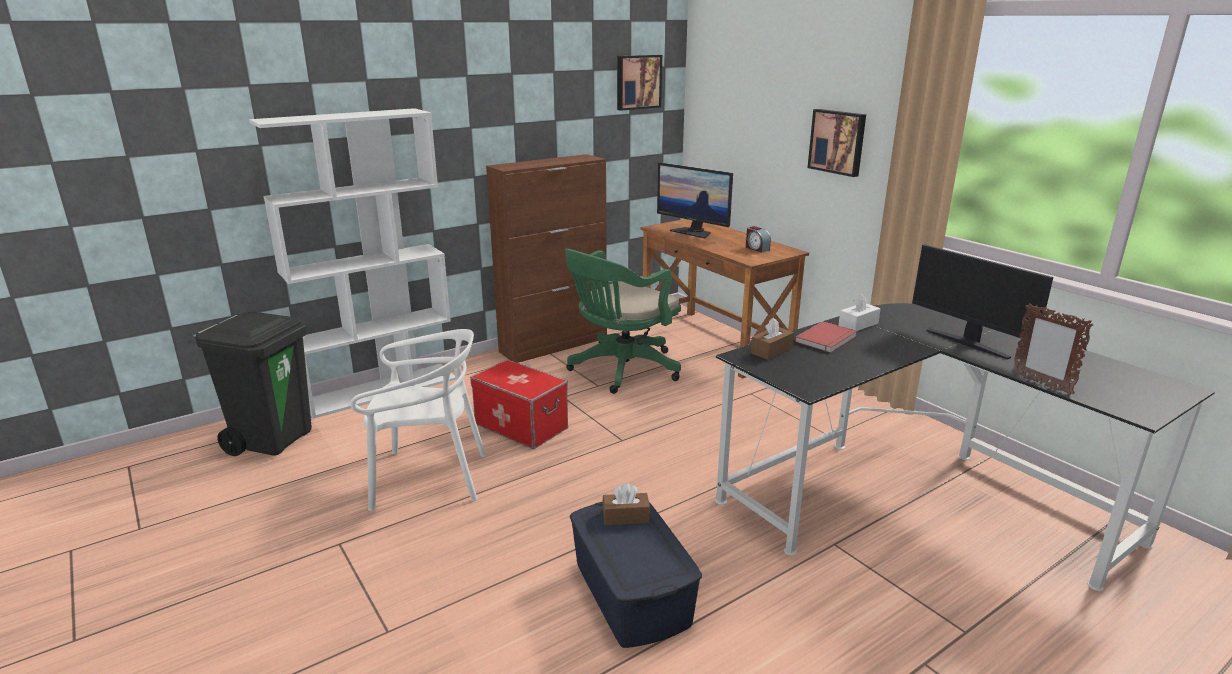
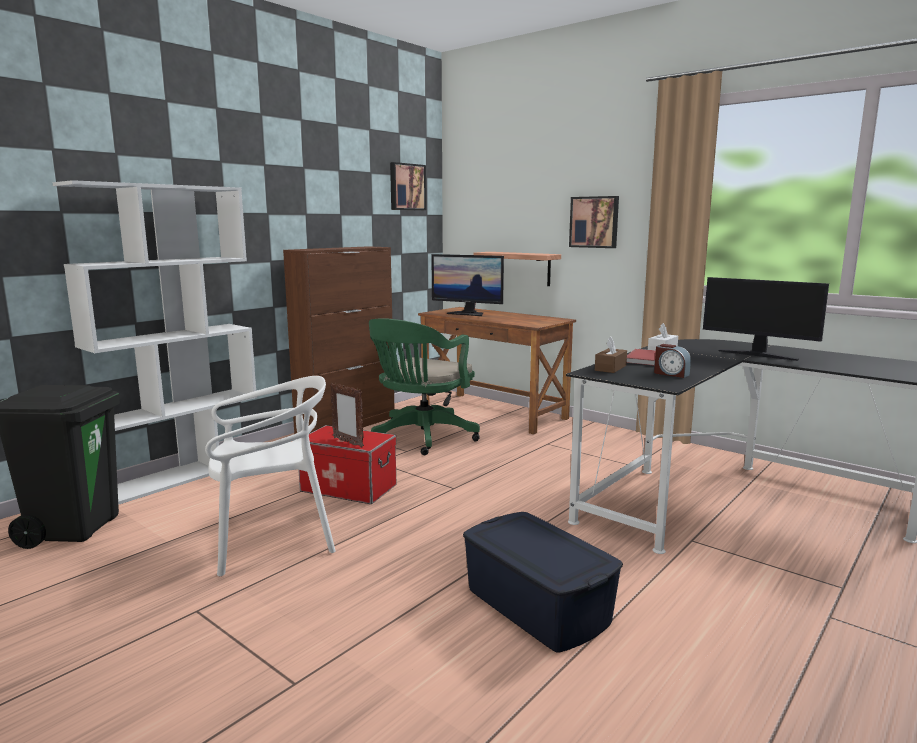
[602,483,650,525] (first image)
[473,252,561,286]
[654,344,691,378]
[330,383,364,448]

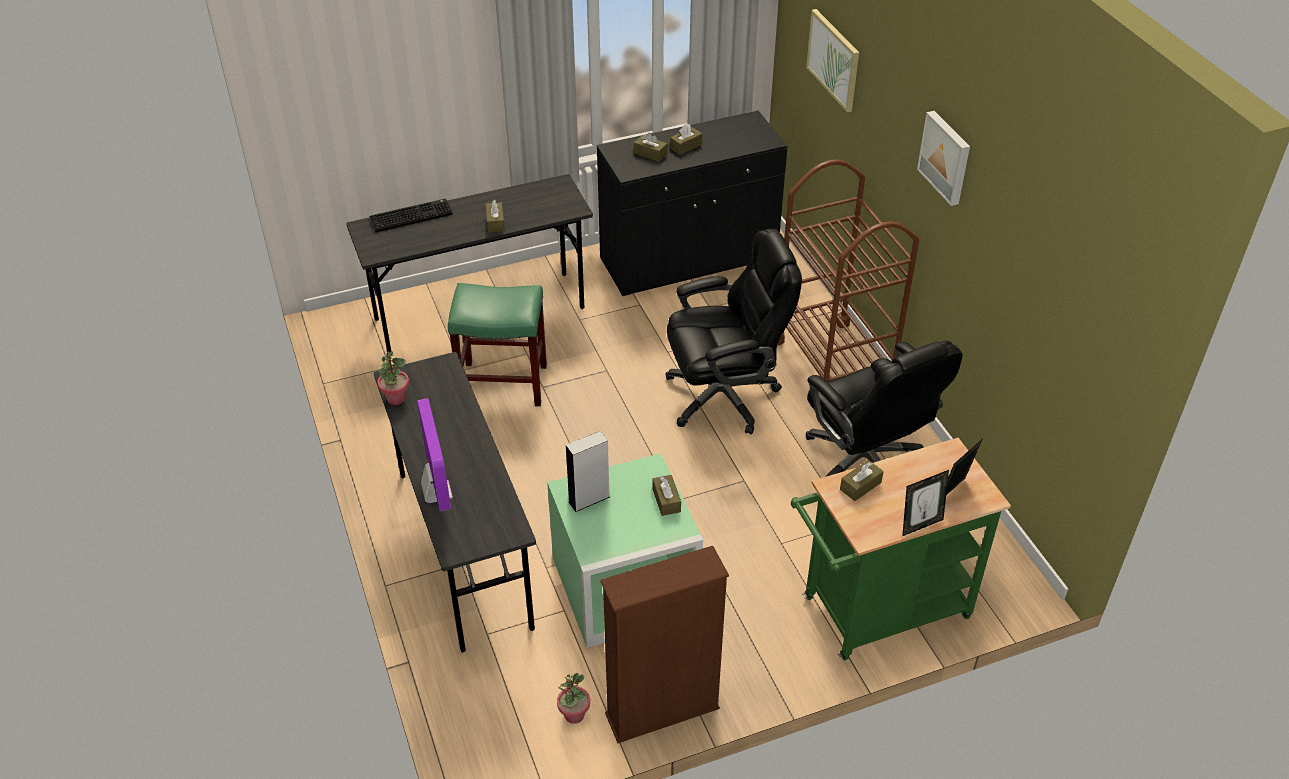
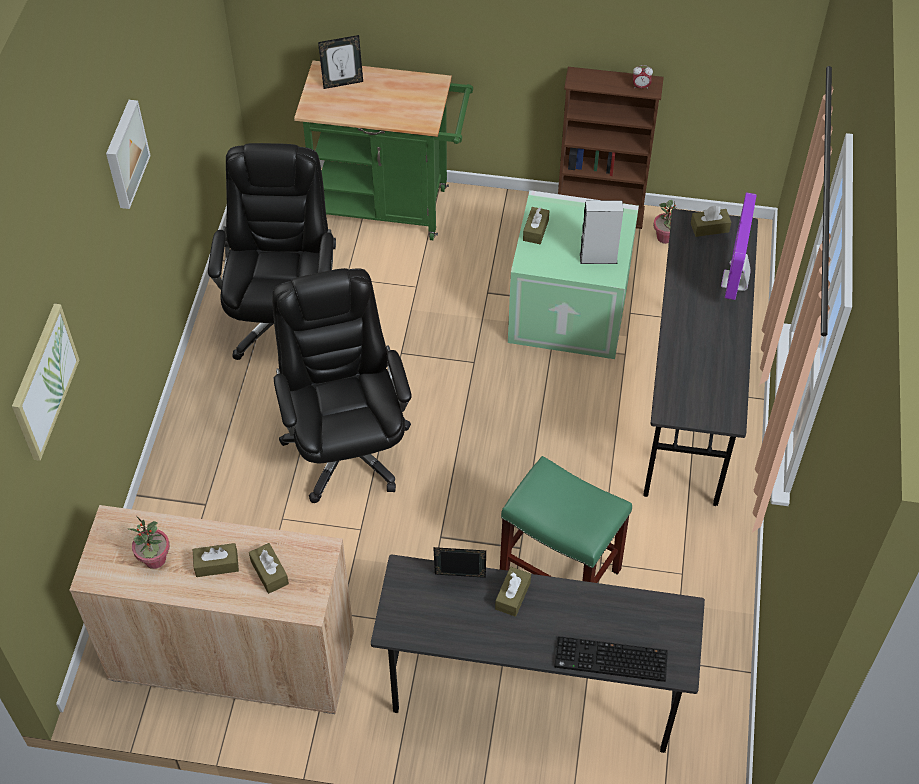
[777,159,919,382] (first image)
[633,65,653,89]
[129,516,170,569]
[691,206,731,237]
[433,547,486,578]
[69,505,354,714]
[272,268,412,503]

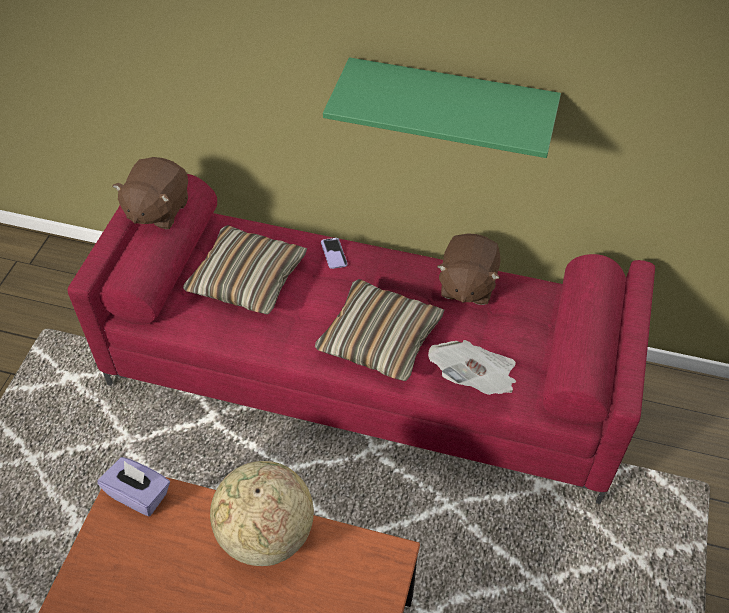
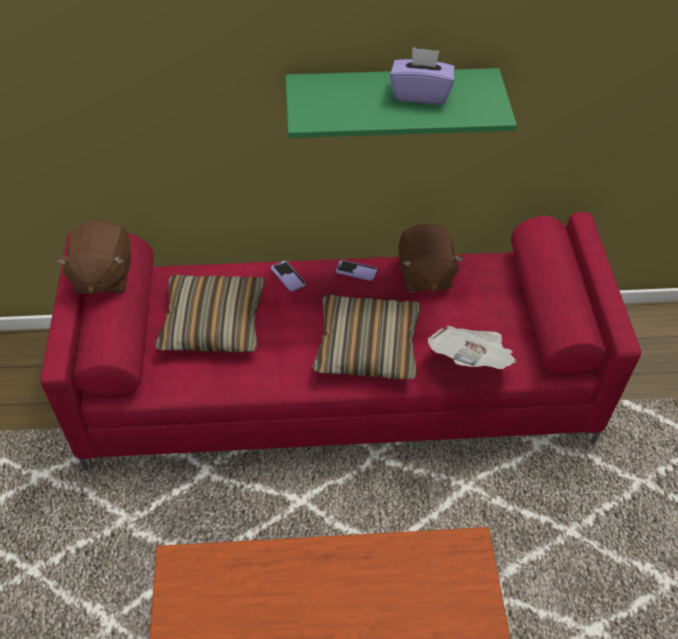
[210,461,314,566] (first image)
[336,260,377,281]
[390,47,455,105]

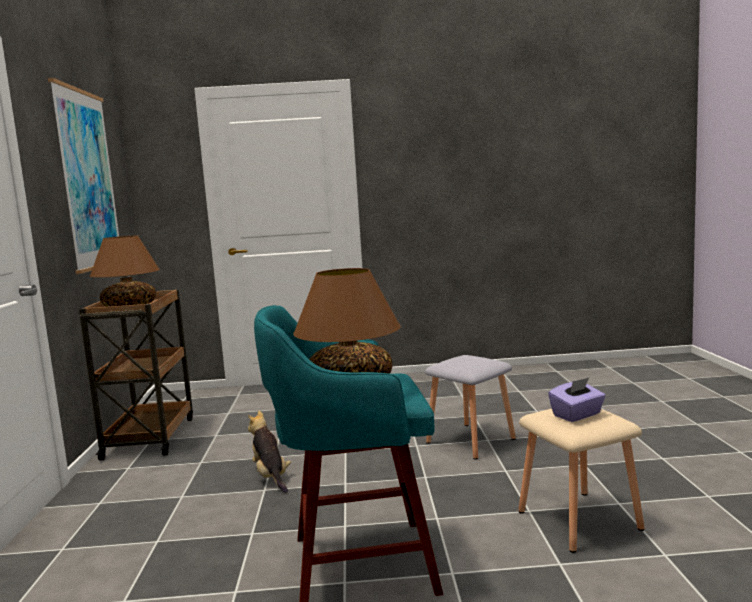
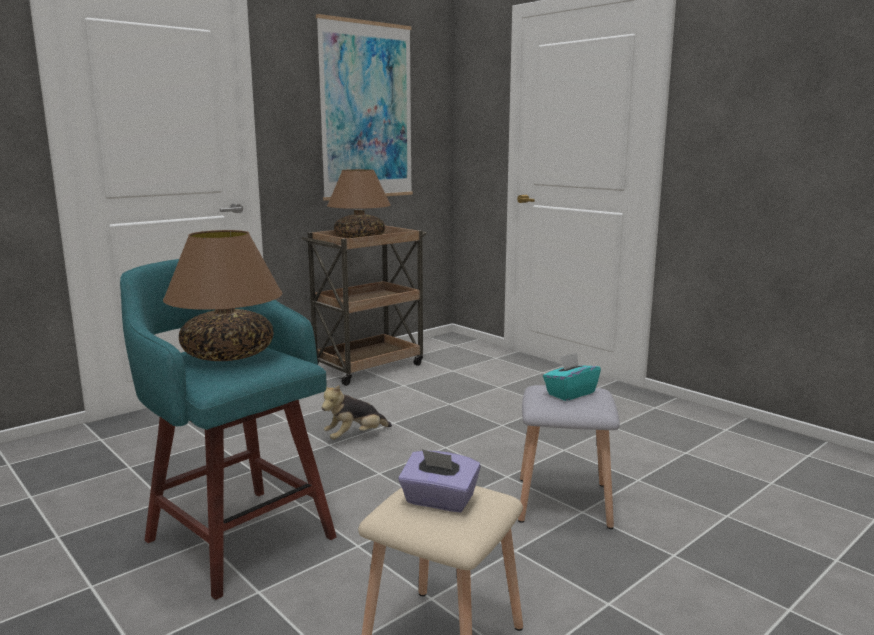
[543,353,601,401]
[322,385,392,440]

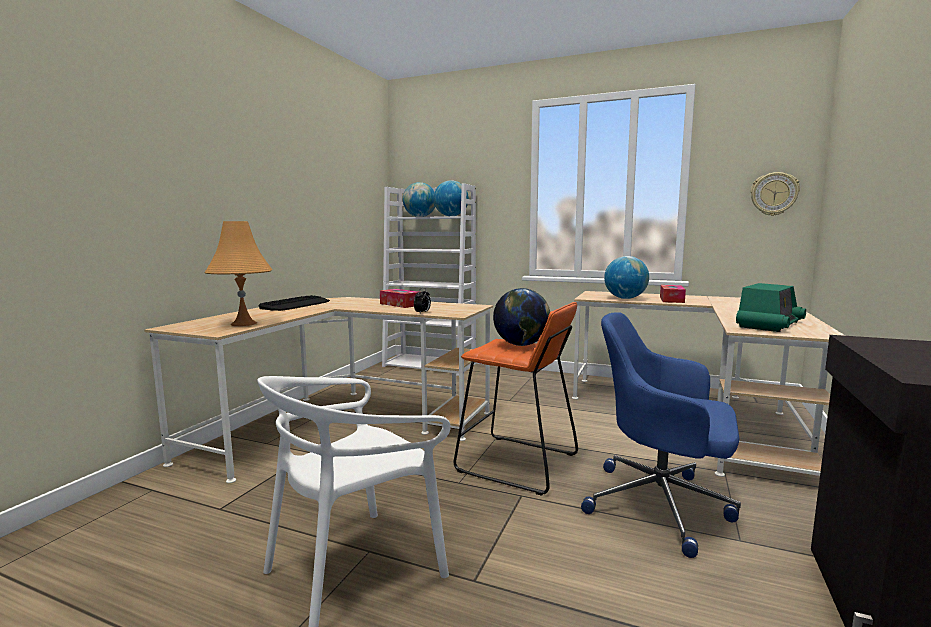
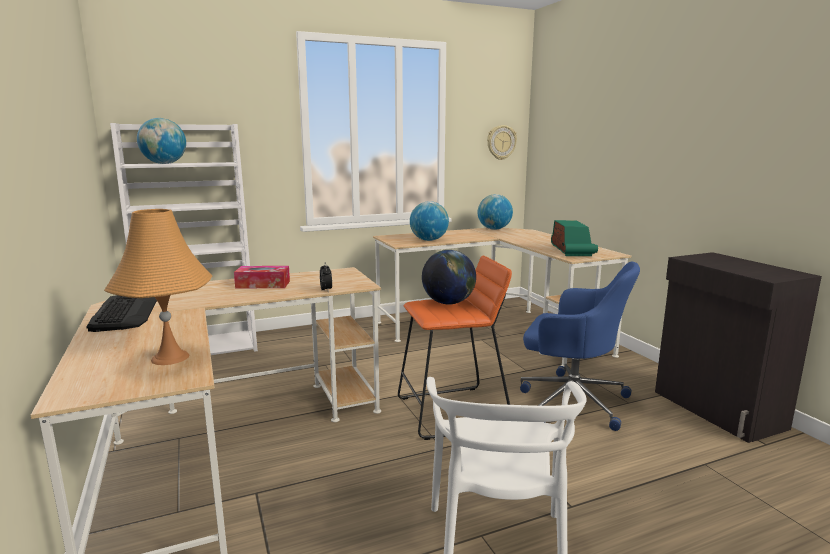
[660,285,686,303] (first image)
[478,194,513,230]
[520,261,640,431]

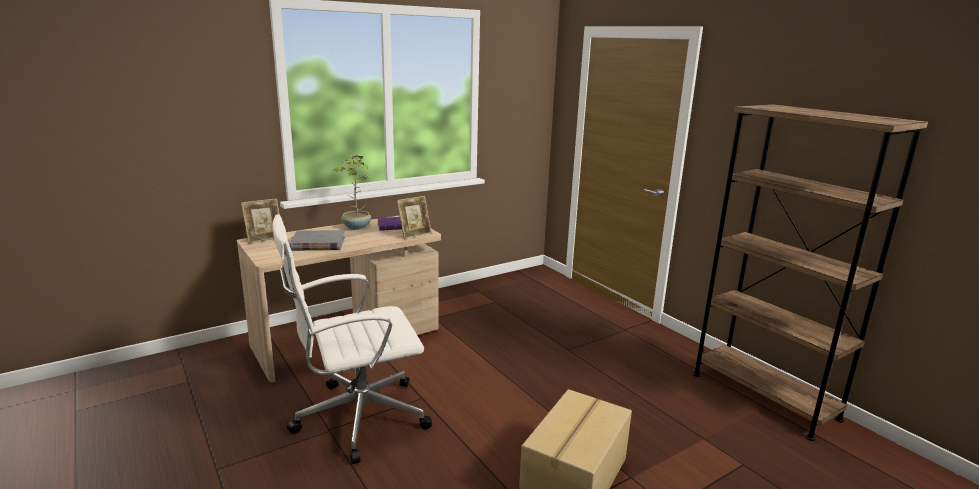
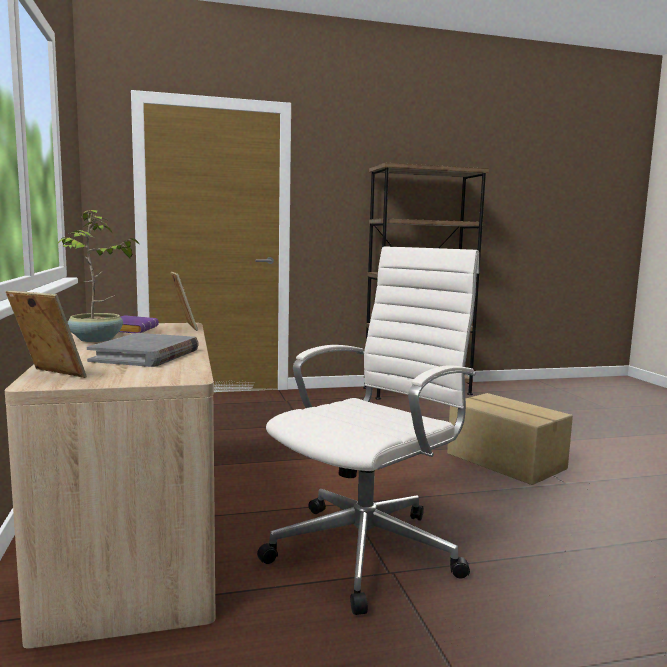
[6,291,87,378]
[257,246,479,615]

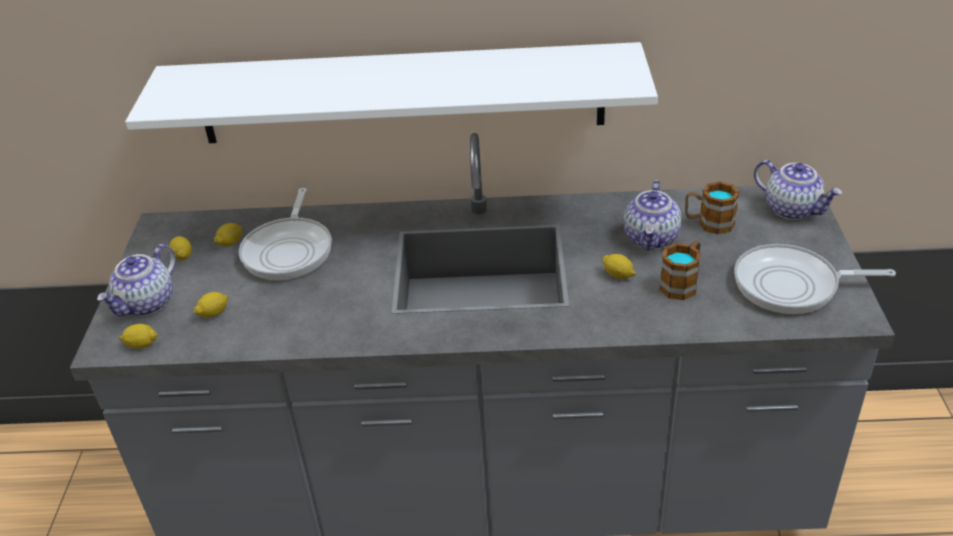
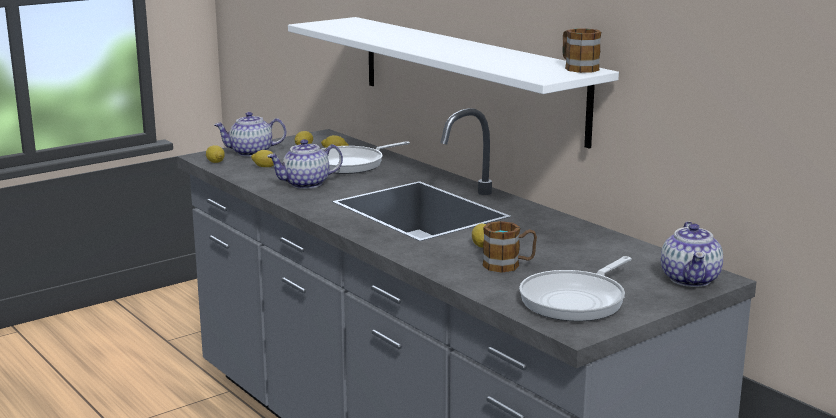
[267,139,343,189]
[563,28,601,73]
[519,256,632,322]

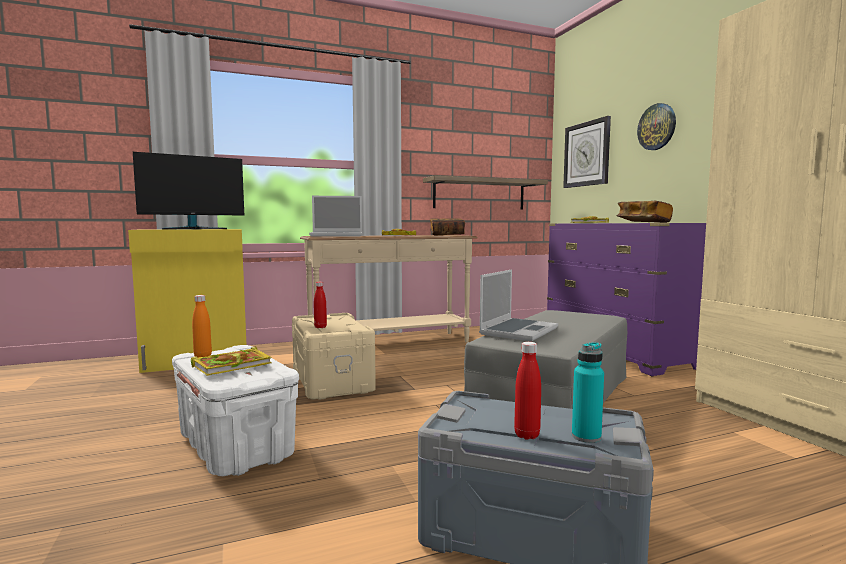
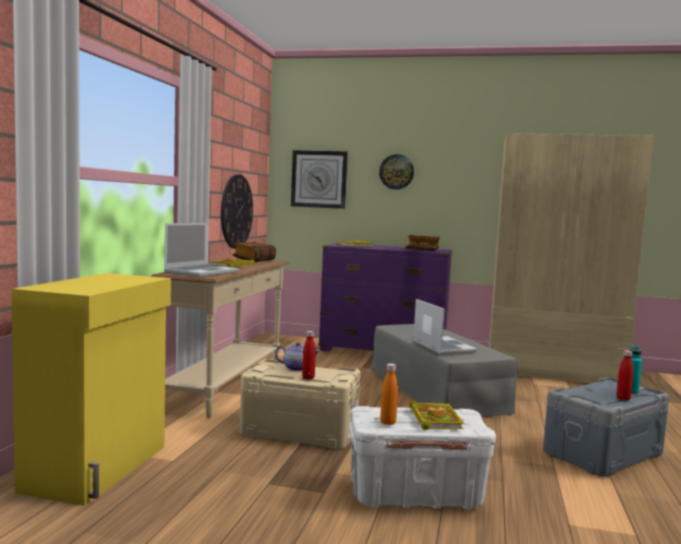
[133,152,244,229] (first image)
[275,342,320,371]
[221,174,253,249]

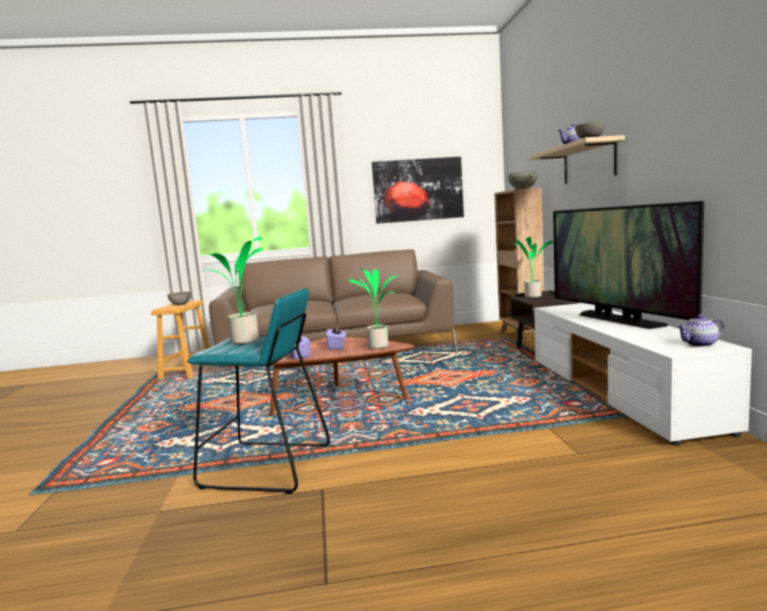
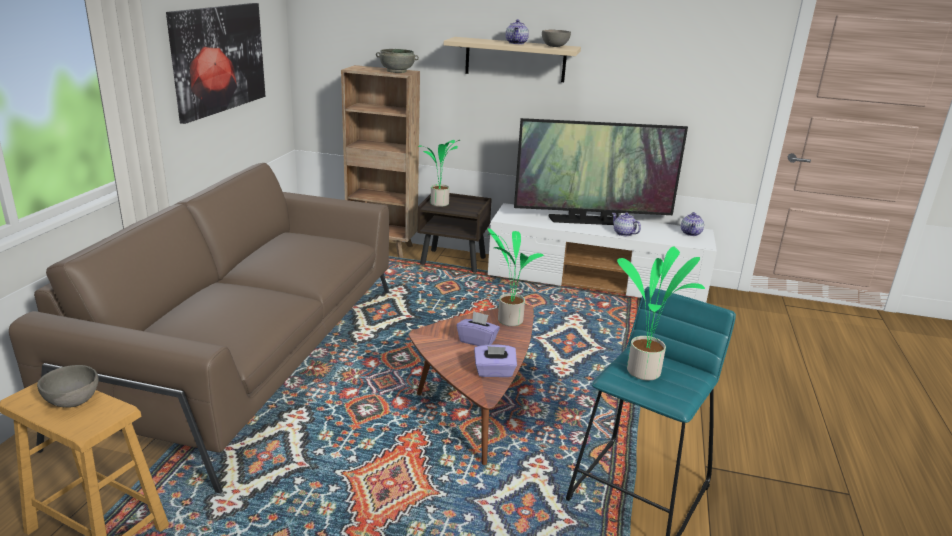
[612,212,641,236]

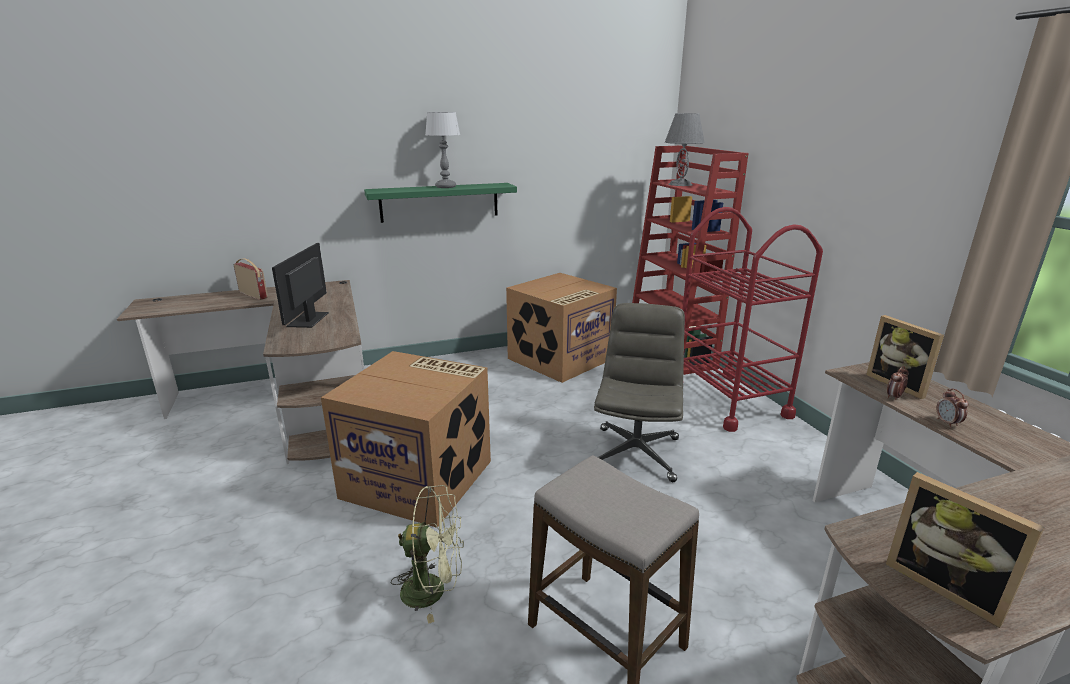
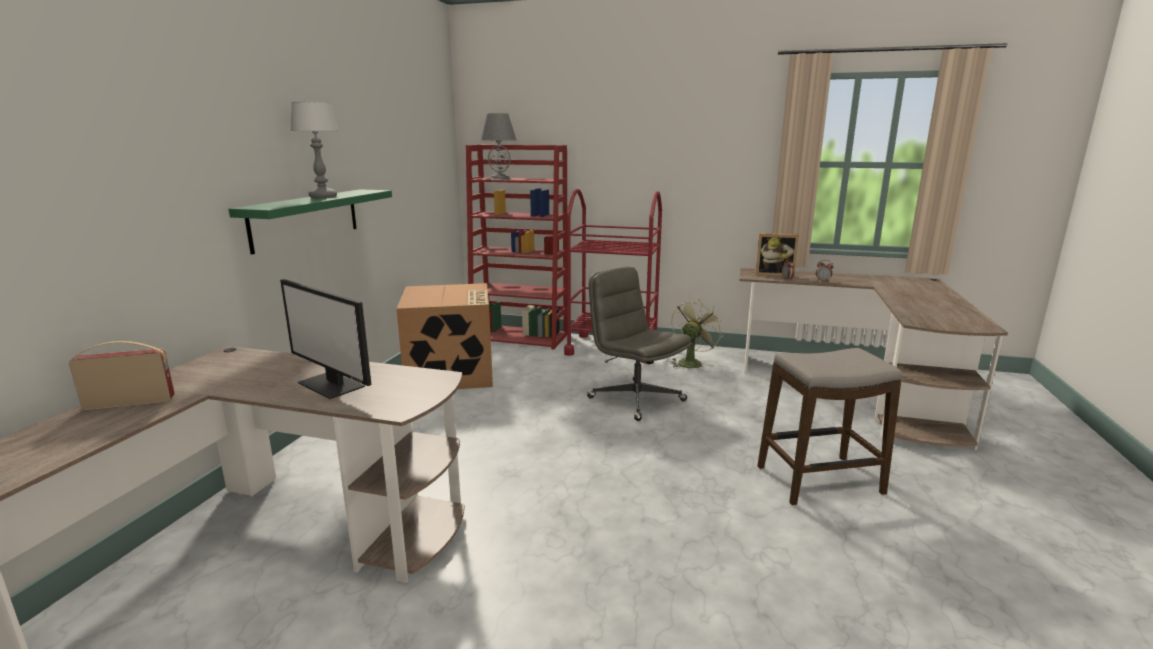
[321,351,491,528] (first image)
[886,472,1045,628] (first image)
[669,299,723,369]

